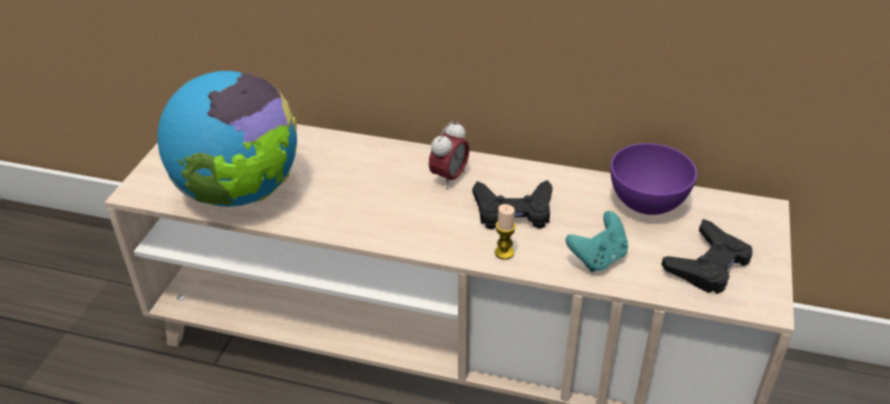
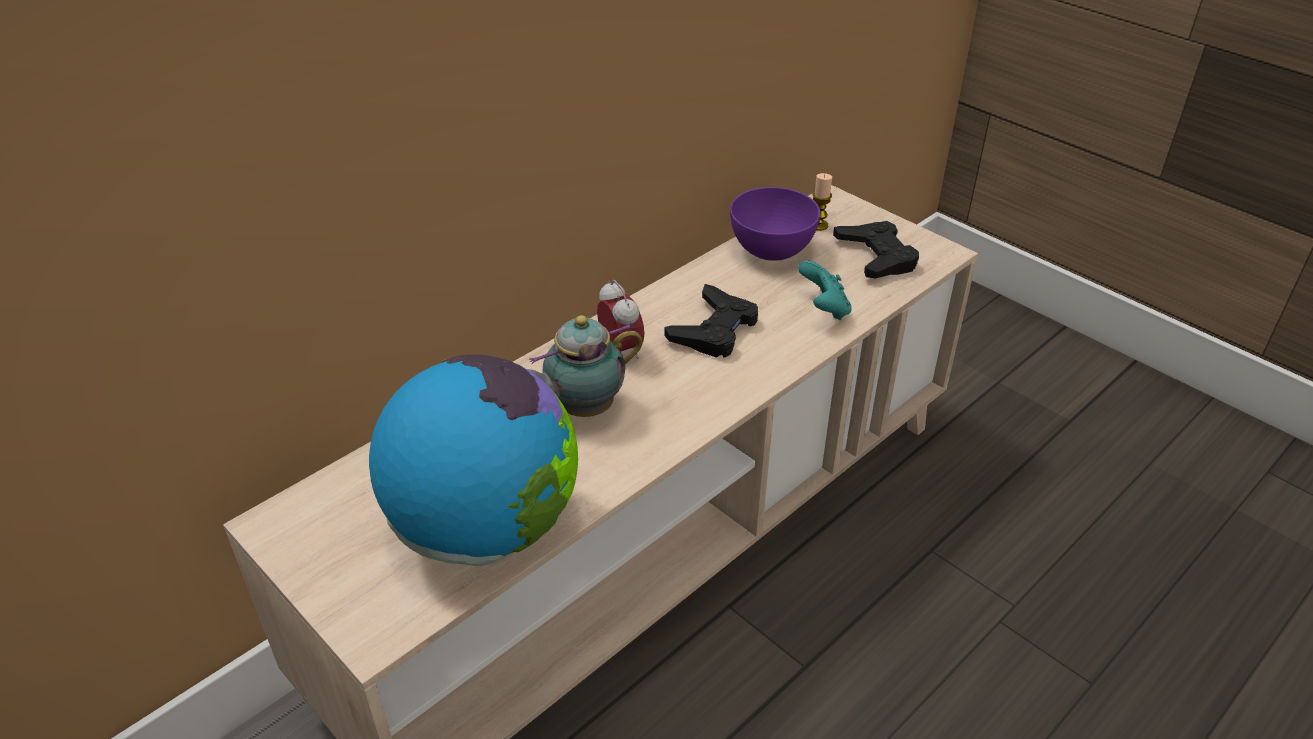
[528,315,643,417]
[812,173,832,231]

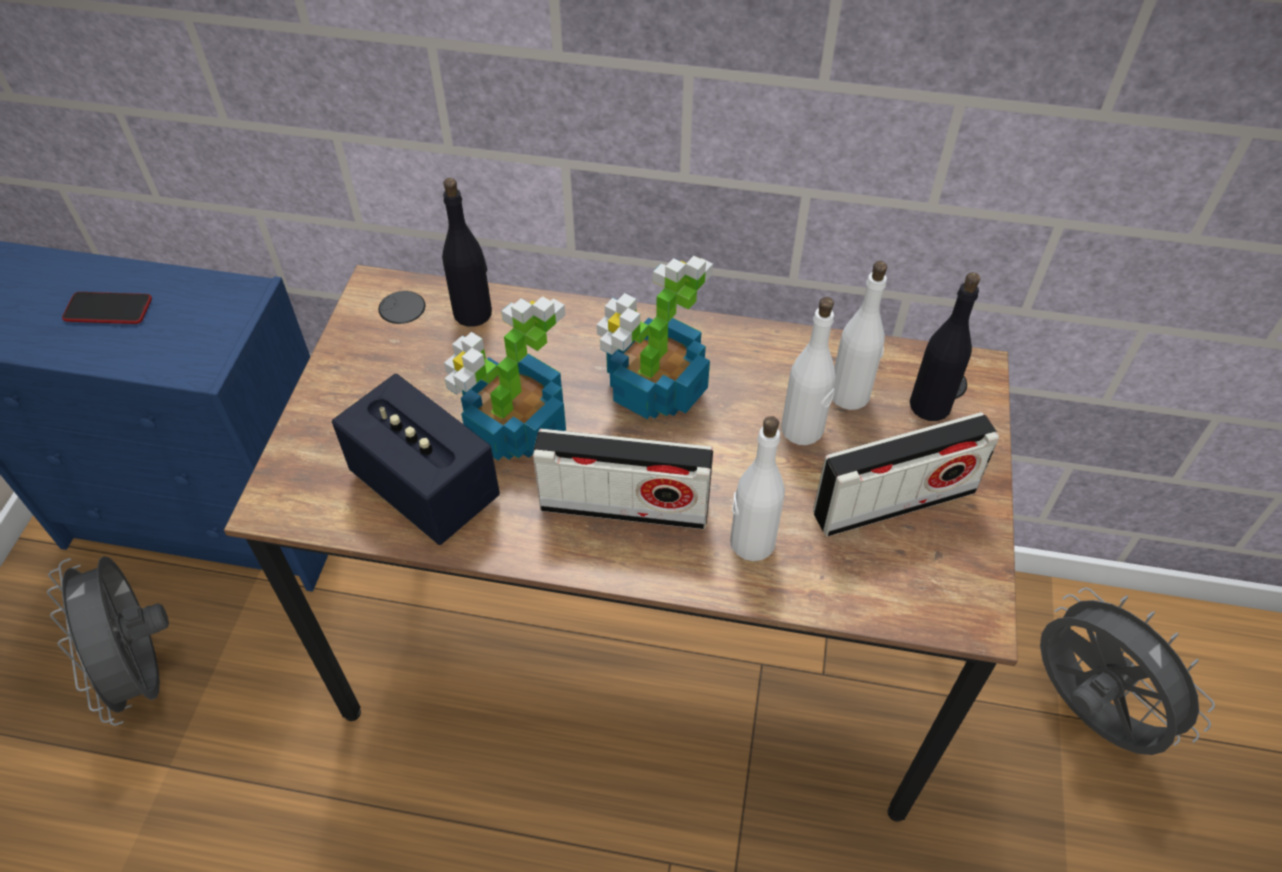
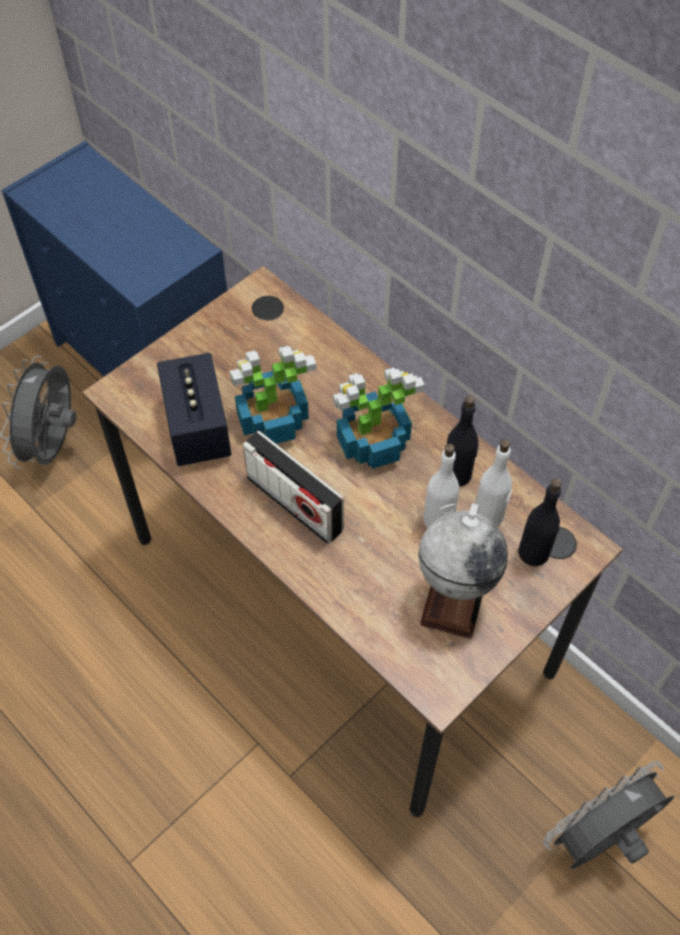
[62,292,152,324] (first image)
[730,416,785,561] (first image)
[447,395,479,486]
[418,503,508,639]
[543,761,674,869]

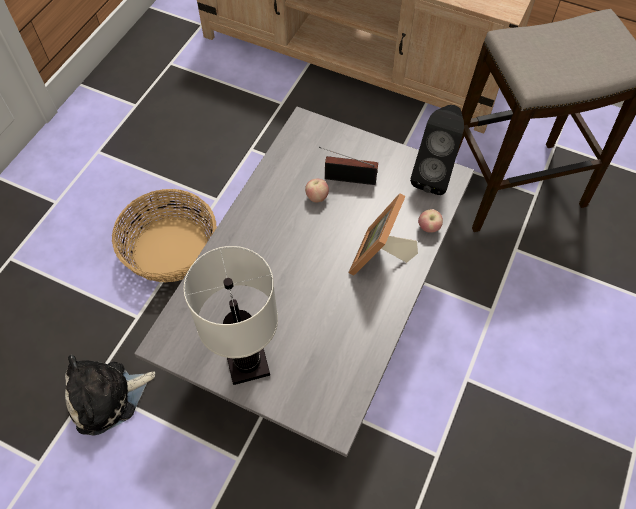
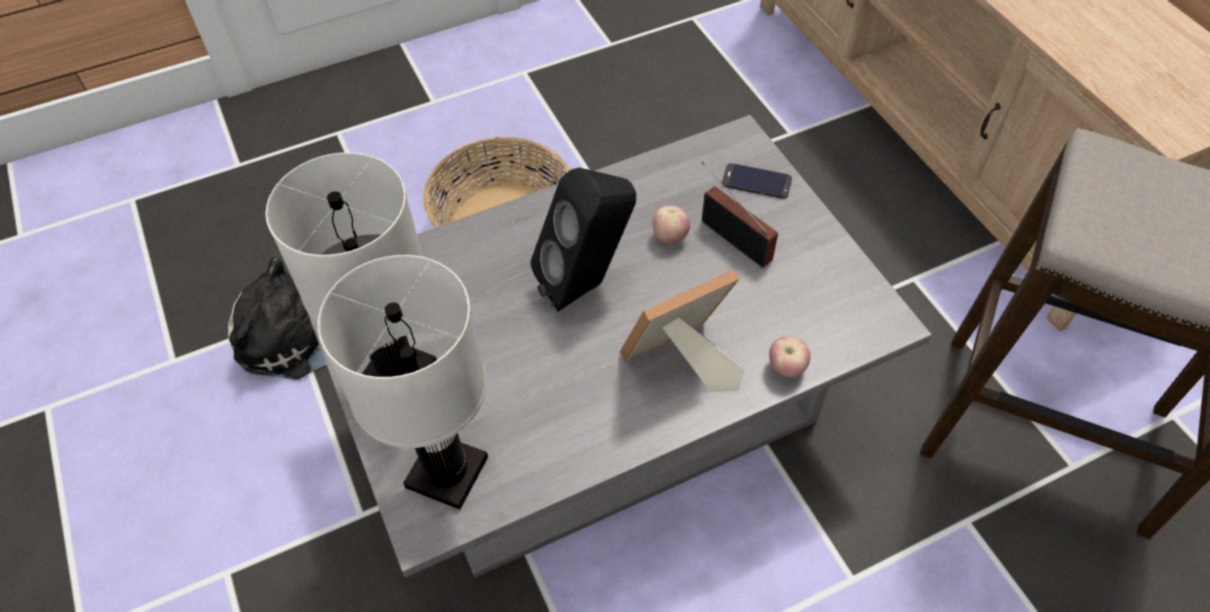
[318,255,488,510]
[722,163,792,199]
[530,168,636,312]

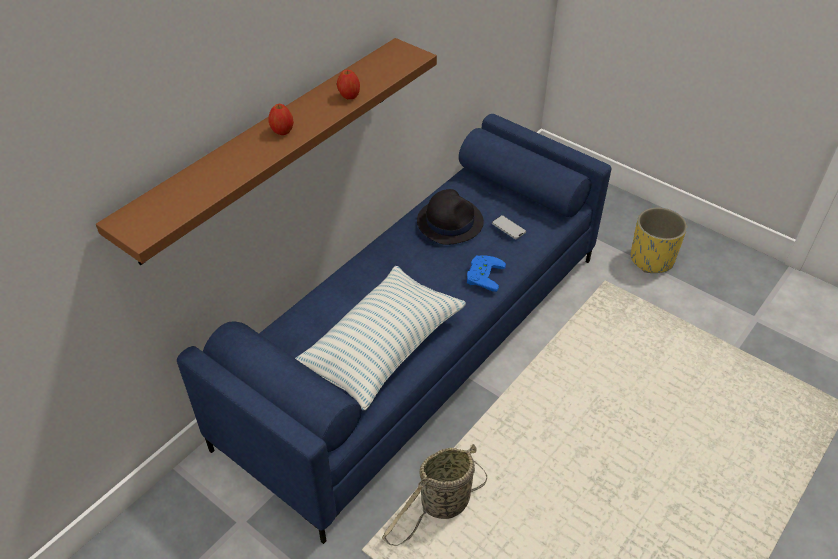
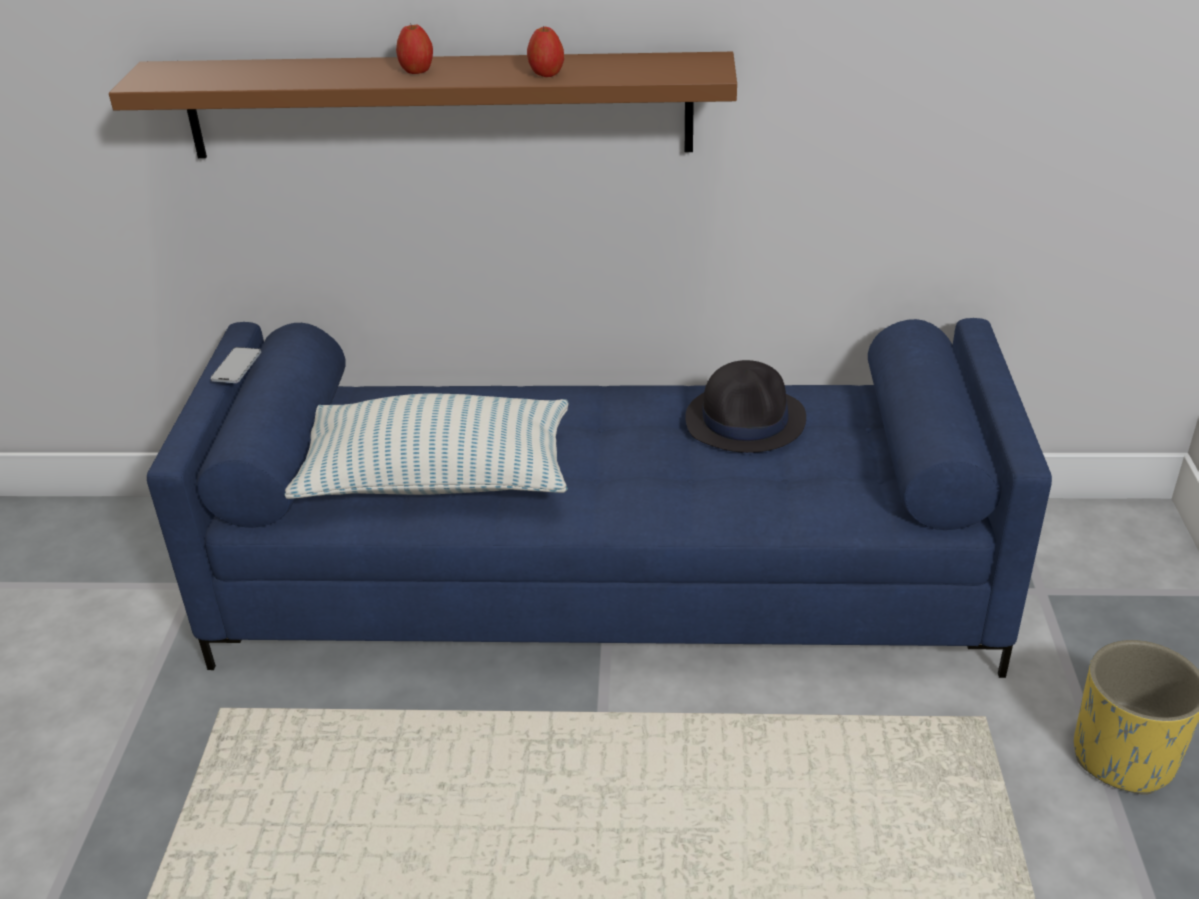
[382,444,487,546] (first image)
[467,256,506,292] (first image)
[210,347,261,383]

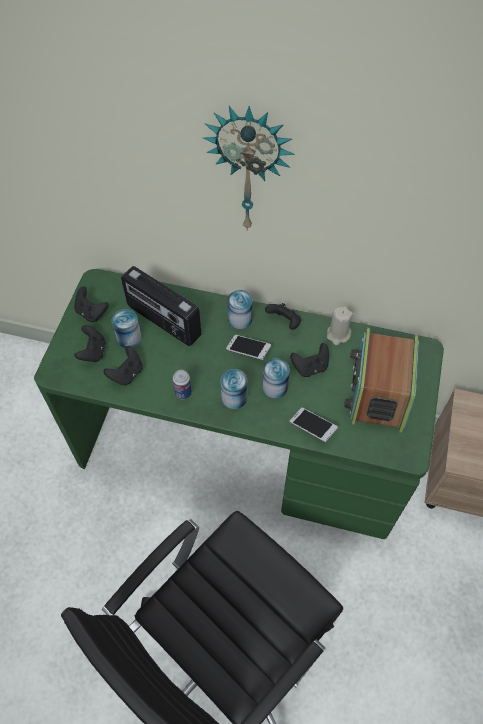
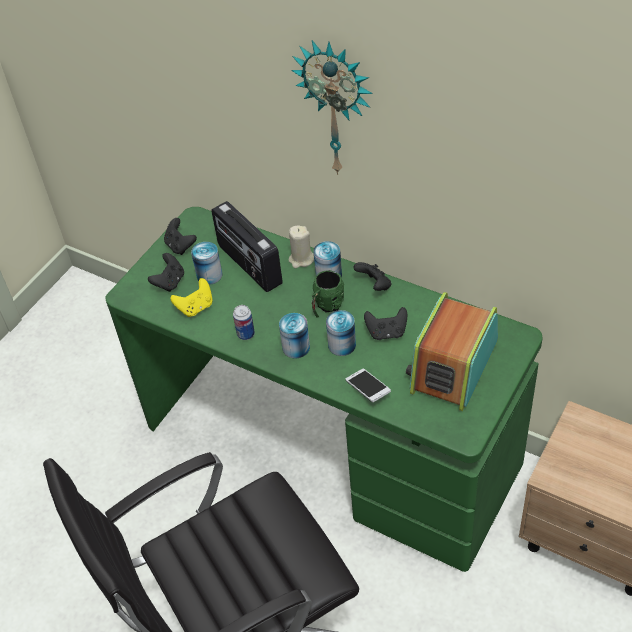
[289,226,314,268]
[311,270,344,318]
[170,278,213,317]

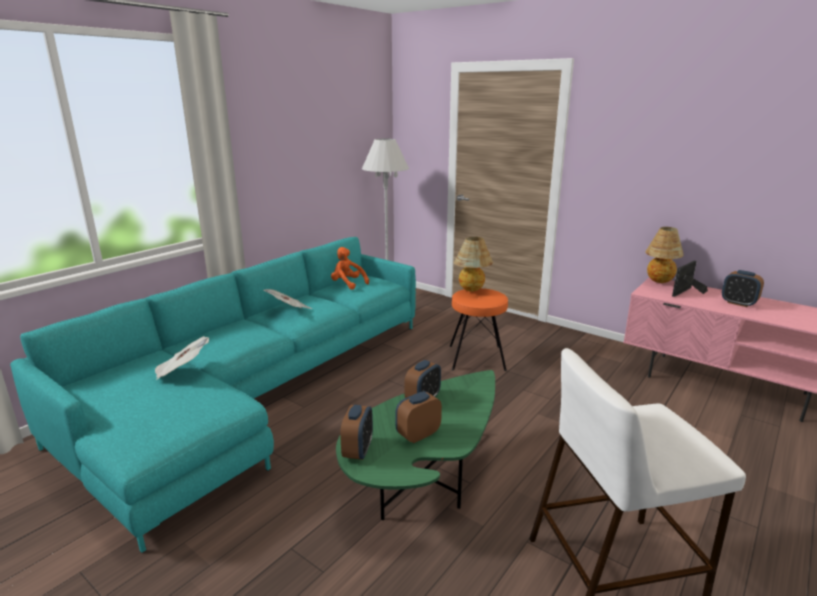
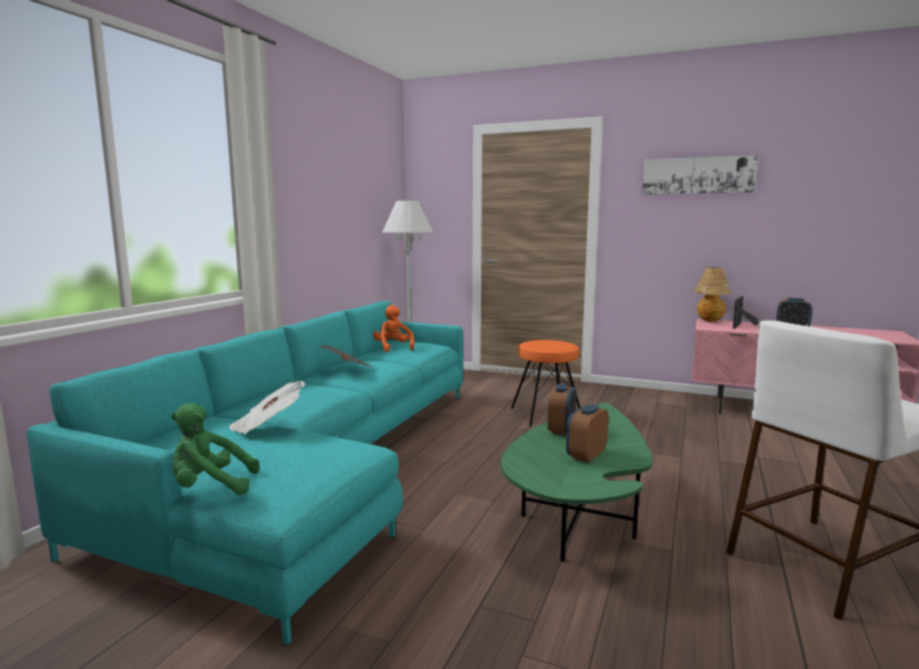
[340,405,373,460] (first image)
[454,237,493,292] (first image)
[171,403,259,495]
[642,155,758,195]
[373,305,414,352]

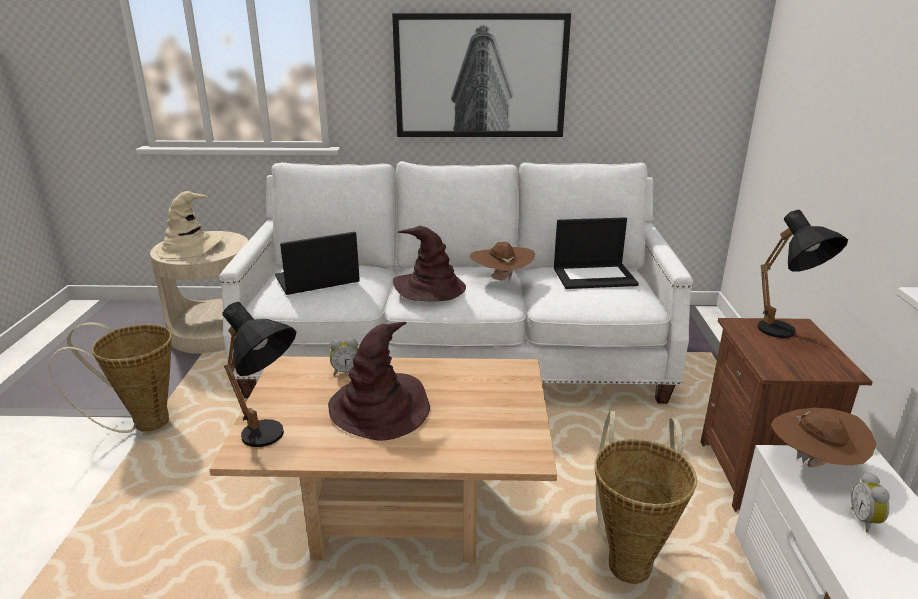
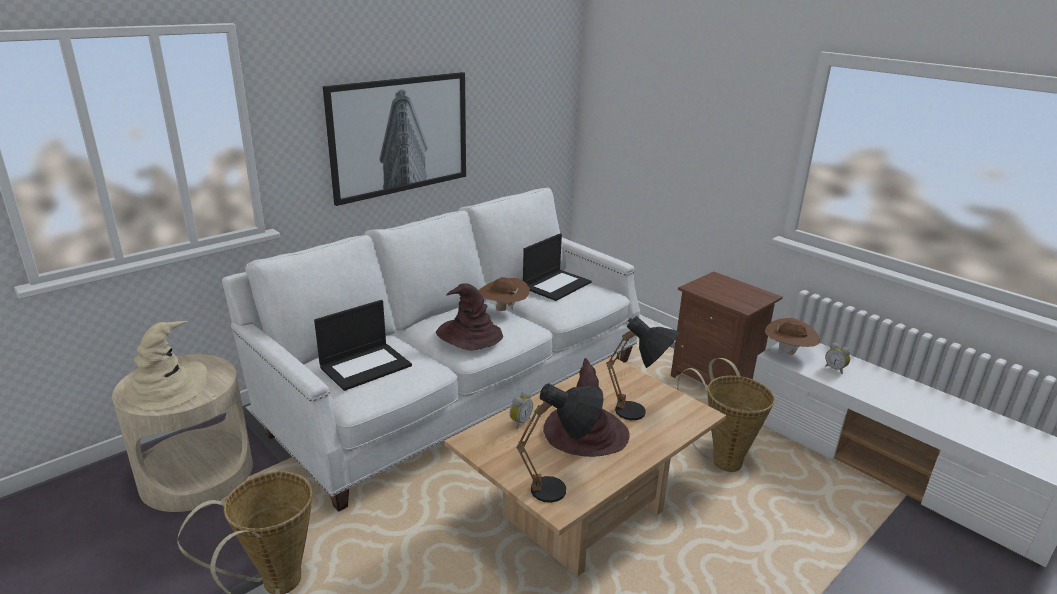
[606,316,680,420]
[314,300,412,391]

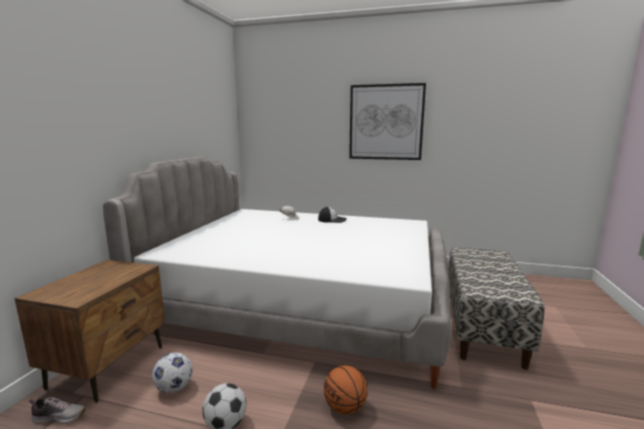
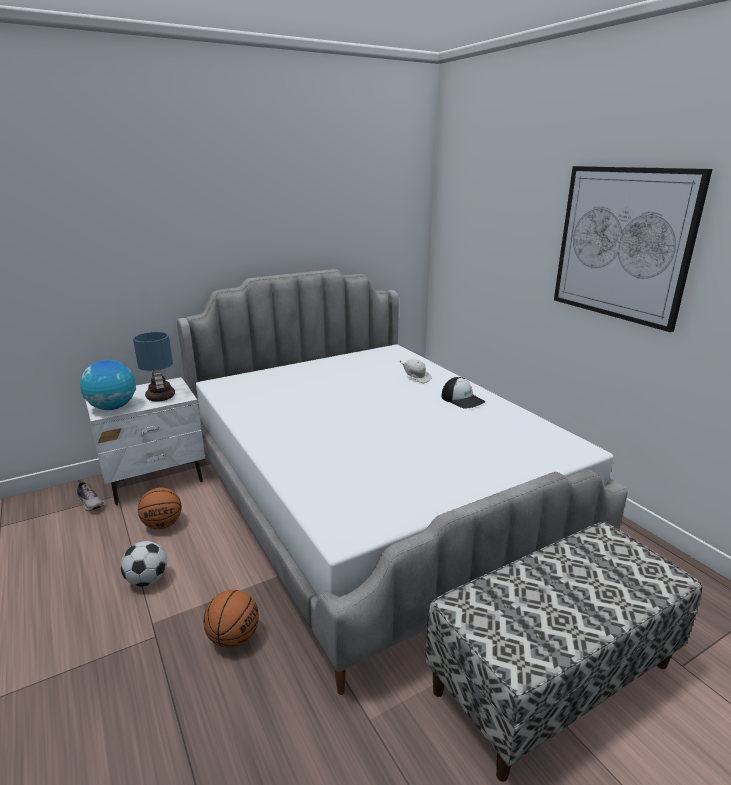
[80,360,136,410]
[133,332,175,402]
[138,487,181,529]
[85,377,205,505]

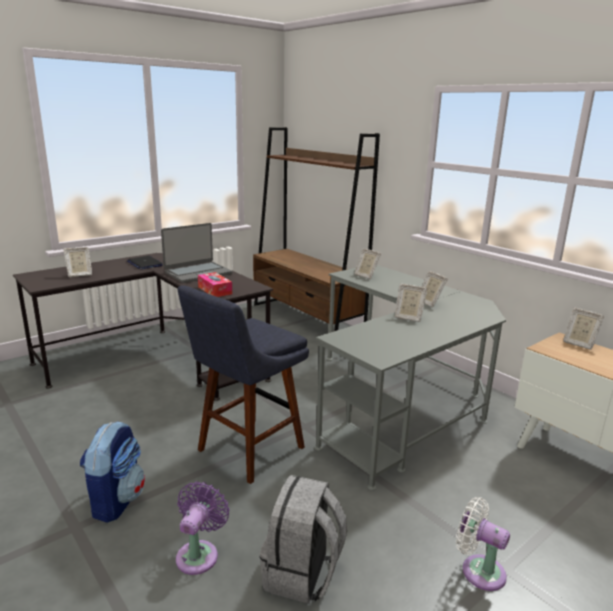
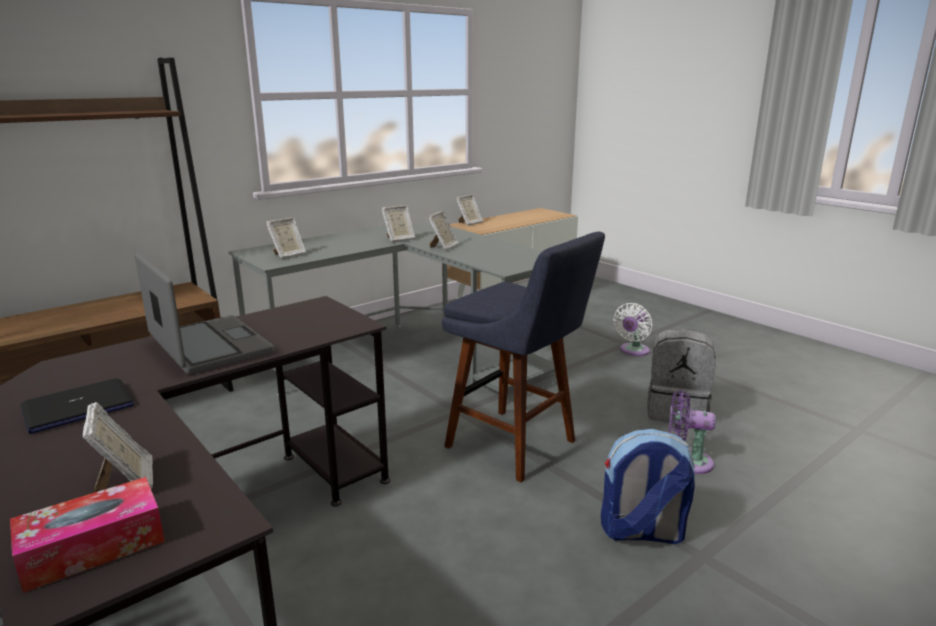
[10,477,165,593]

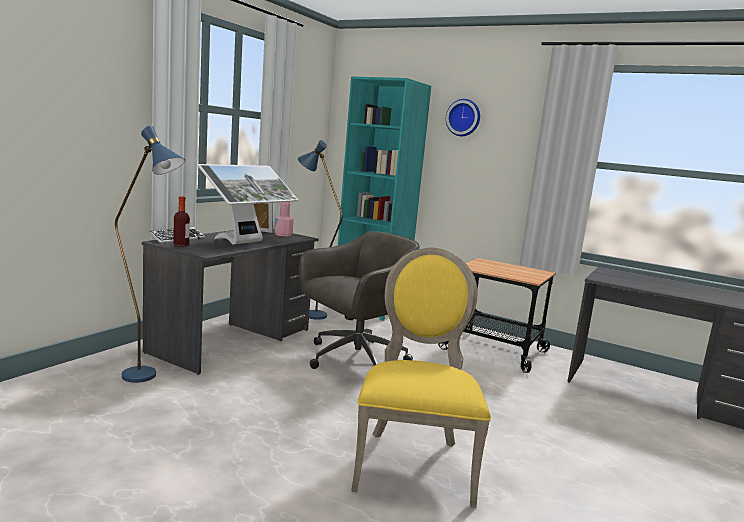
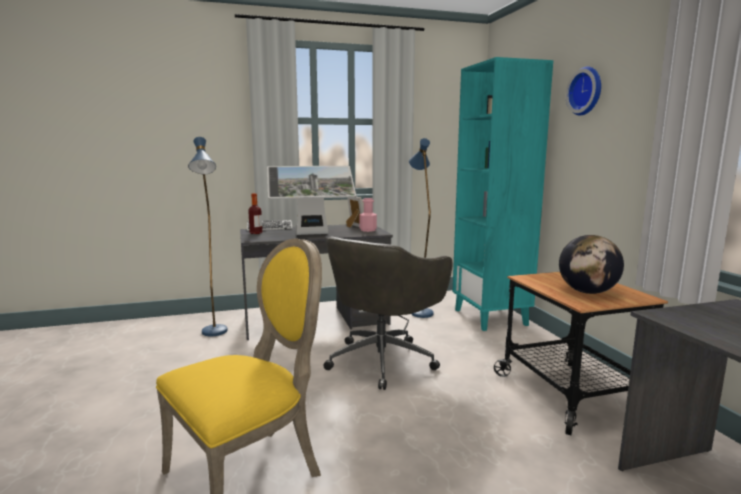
[559,235,624,294]
[323,237,452,390]

